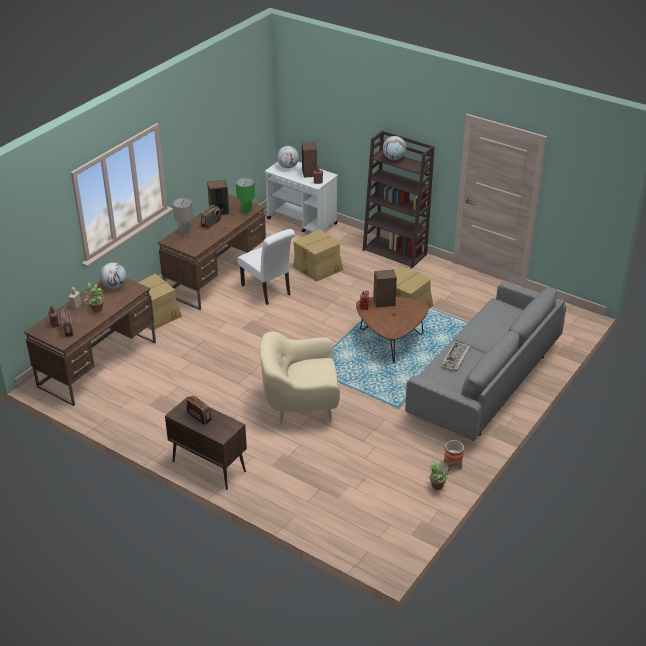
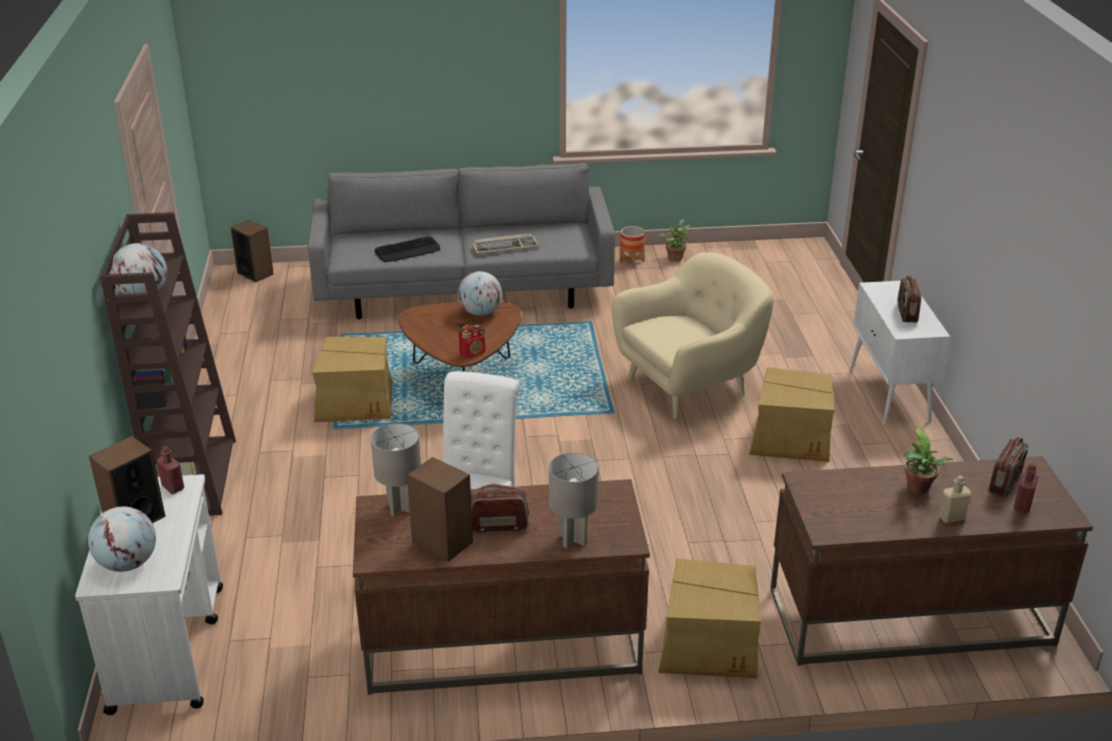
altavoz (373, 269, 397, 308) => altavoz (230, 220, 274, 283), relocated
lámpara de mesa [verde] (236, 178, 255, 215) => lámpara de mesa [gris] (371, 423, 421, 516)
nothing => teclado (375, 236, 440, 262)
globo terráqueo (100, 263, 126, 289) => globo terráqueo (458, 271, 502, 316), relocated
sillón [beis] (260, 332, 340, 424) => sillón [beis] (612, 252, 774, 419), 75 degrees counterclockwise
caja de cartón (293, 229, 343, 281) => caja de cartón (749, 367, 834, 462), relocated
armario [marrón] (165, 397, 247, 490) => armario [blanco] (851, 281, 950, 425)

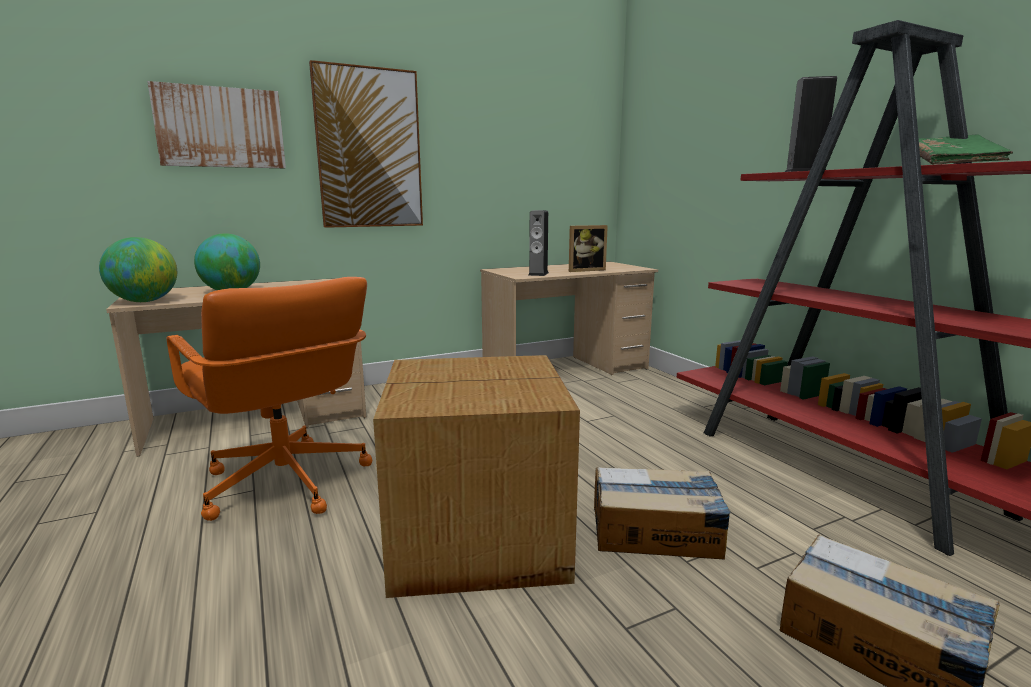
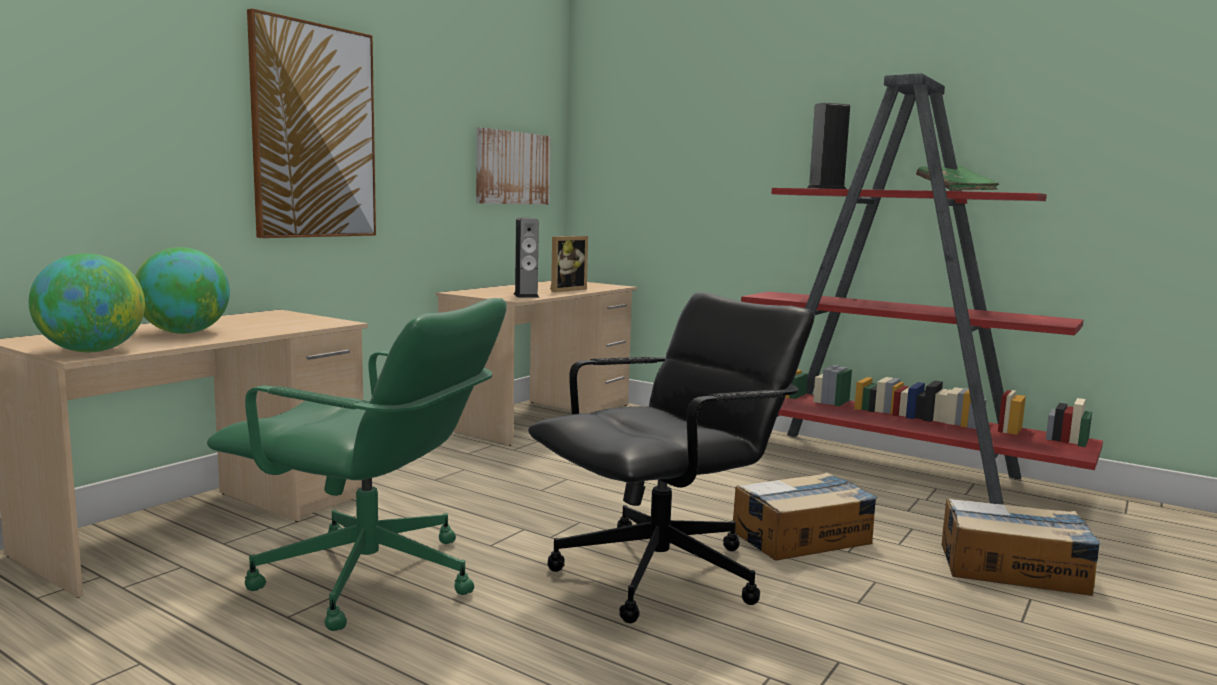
silla de oficina [naranja] (167, 277, 372, 521) => silla de oficina [verde] (207, 298, 507, 631)
cuadro (147, 81, 286, 168) => cuadro (476, 127, 551, 205), relocated
caja de cartón (373, 355, 580, 598) => silla de oficina [negro] (528, 292, 815, 623)

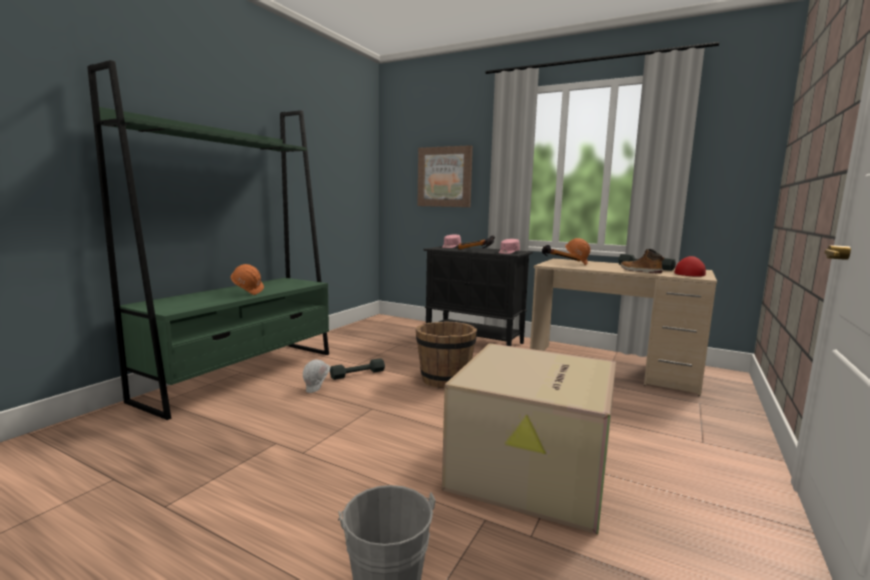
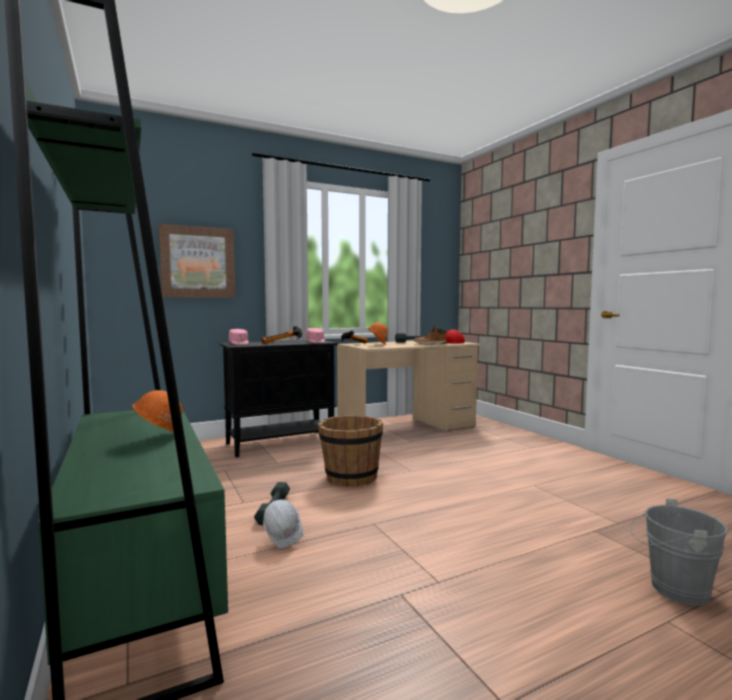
caja de cartón (442, 343, 616, 534) => nothing

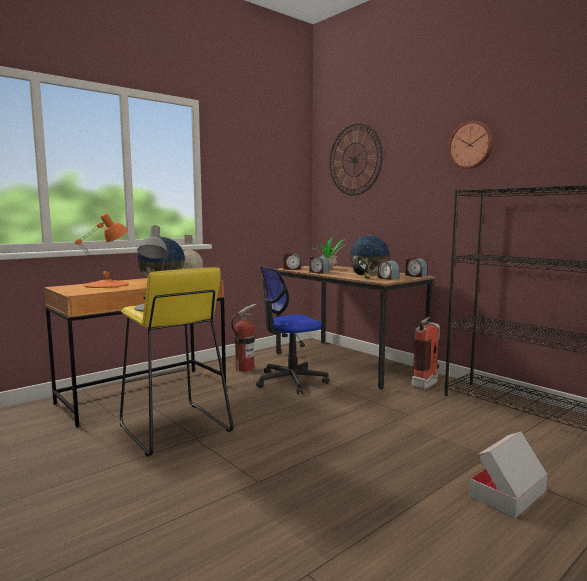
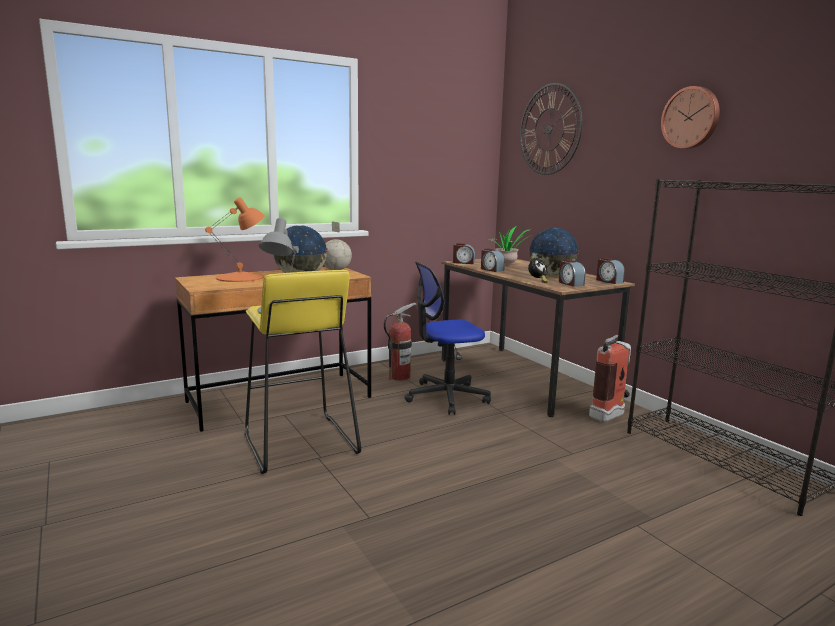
caja de cartón (469, 431, 548, 518) => nothing

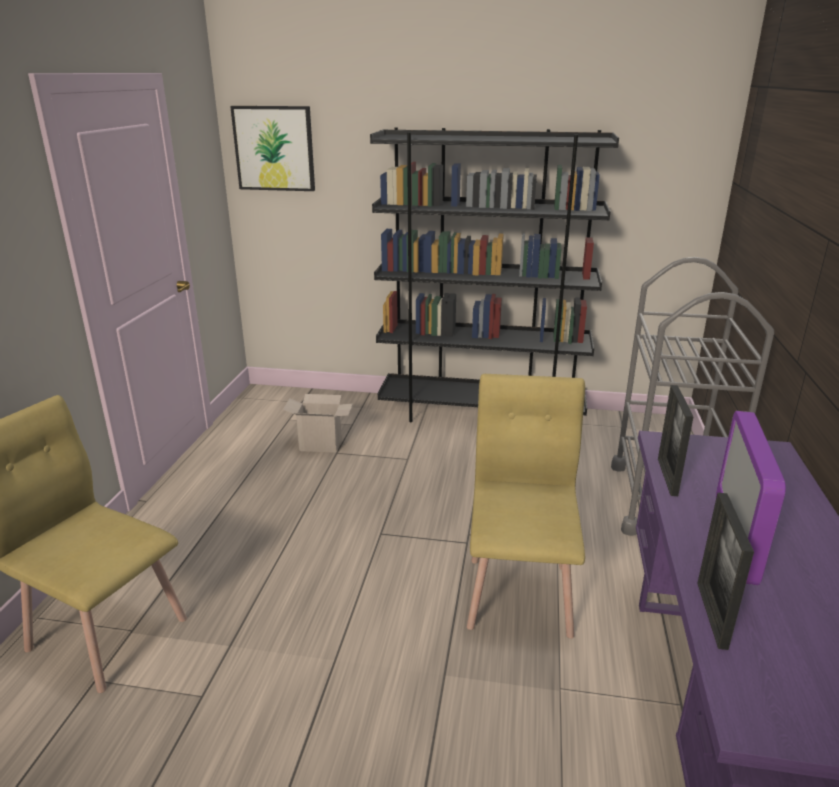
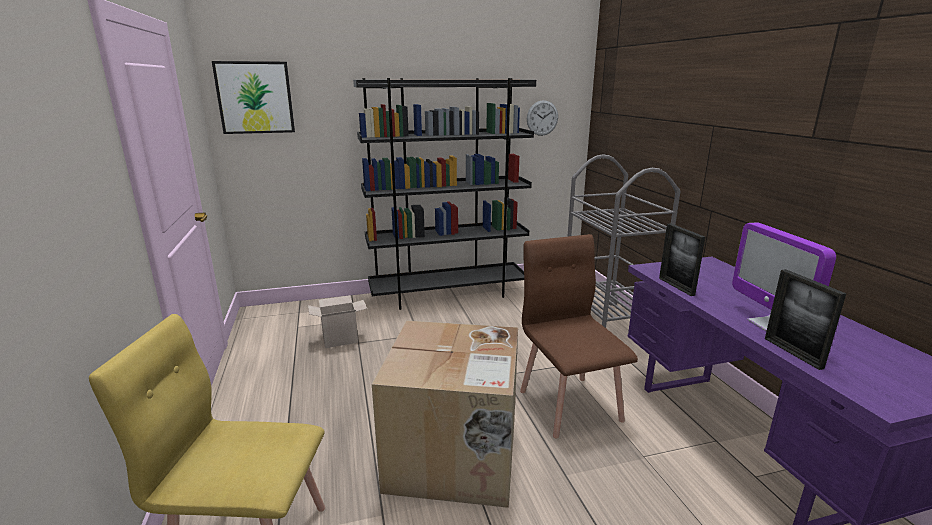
nothing => caja de cartón (372, 320, 518, 508)
silla [amarillo] (467, 374, 585, 638) => silla [marrón] (520, 234, 638, 438)
nothing => reloj de pared (527, 100, 558, 136)

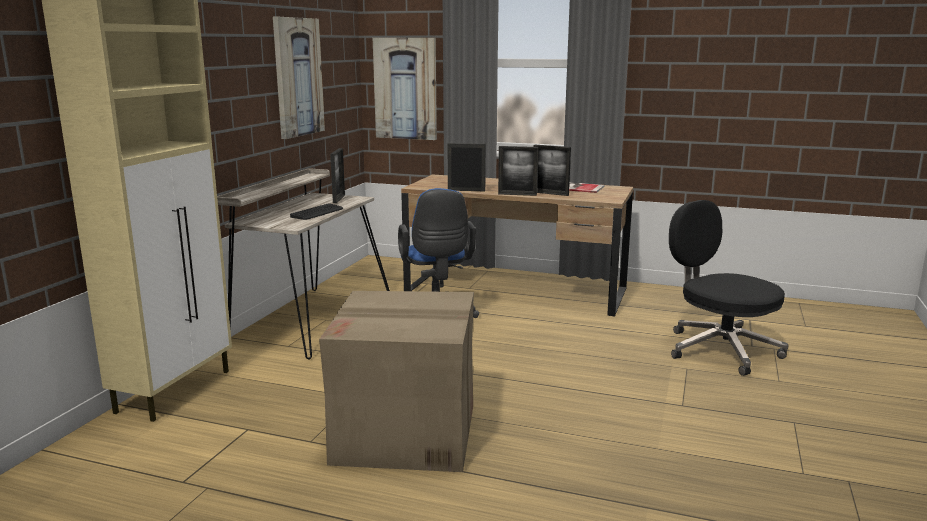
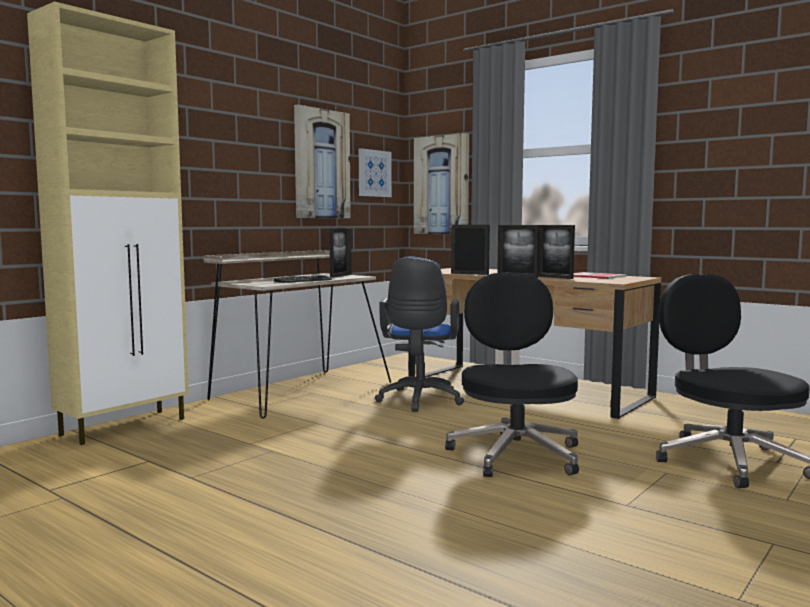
nothing => cuadro (359, 148, 392, 197)
nothing => silla de oficina [negro] (445, 273, 579, 477)
caja de cartón (319, 291, 474, 472) => nothing

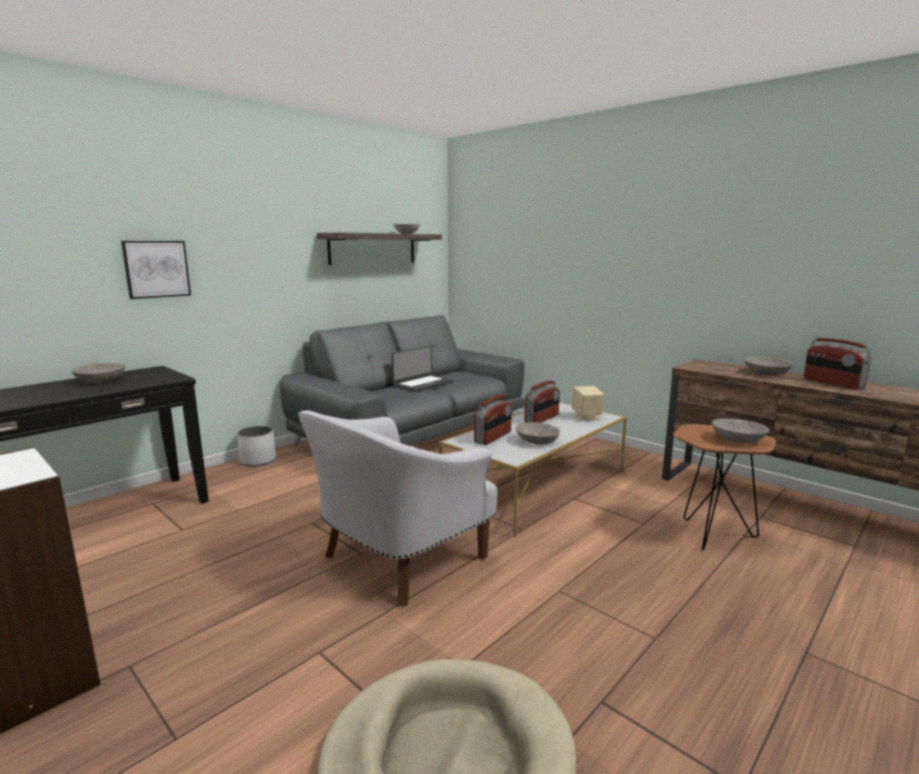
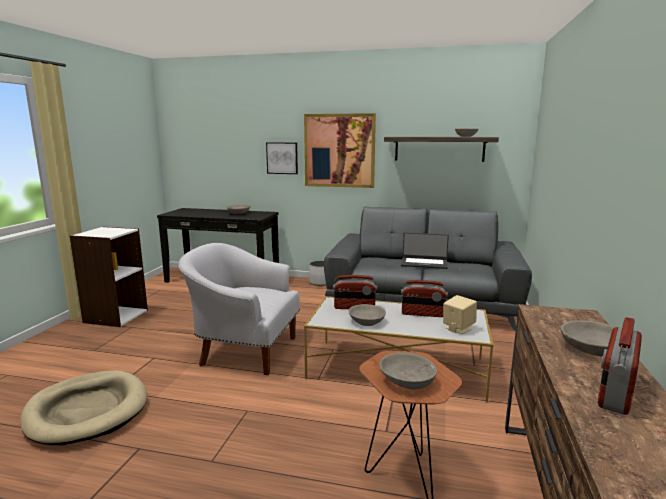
nothing => cuadro (304, 113, 376, 188)

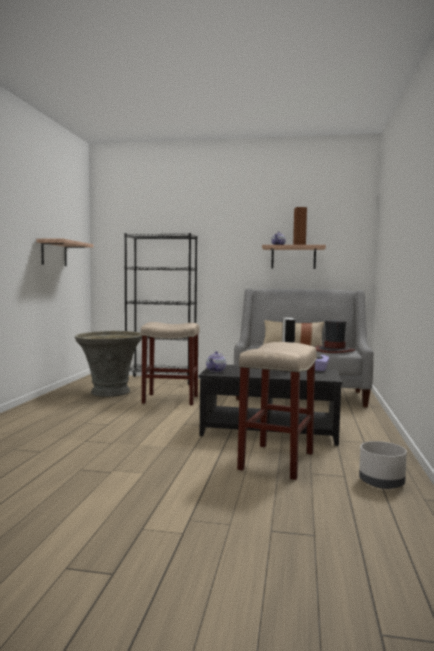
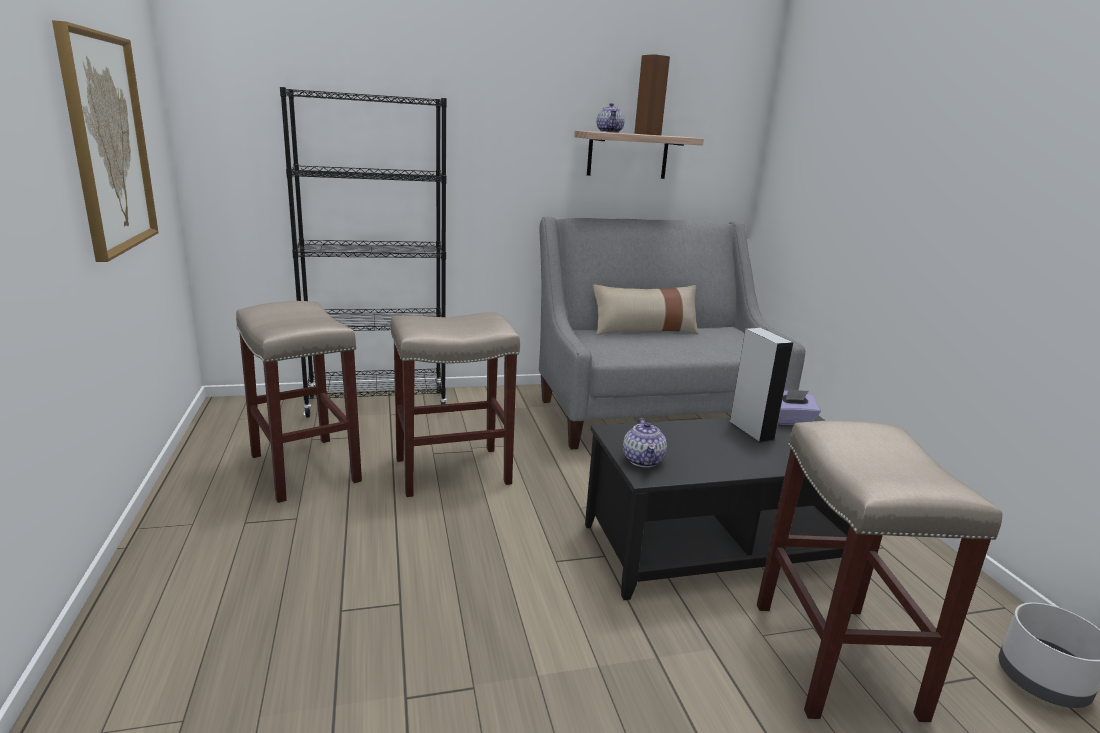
estante (36, 239, 93, 266) => cuadro (52, 20, 159, 262)
maceta [gris] (75, 331, 142, 397) => taburete [beis] (236, 301, 362, 503)
sombrero (316, 320, 355, 353) => nothing

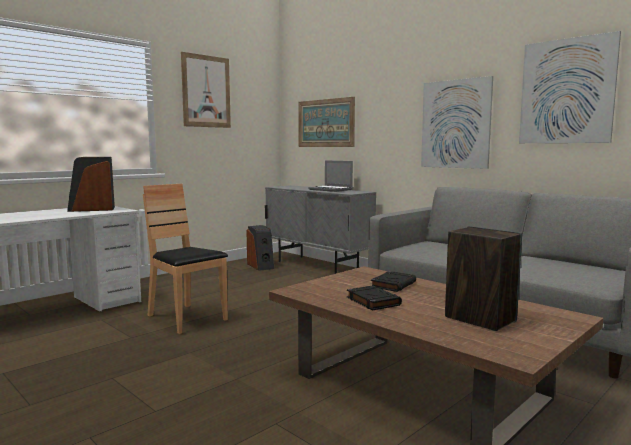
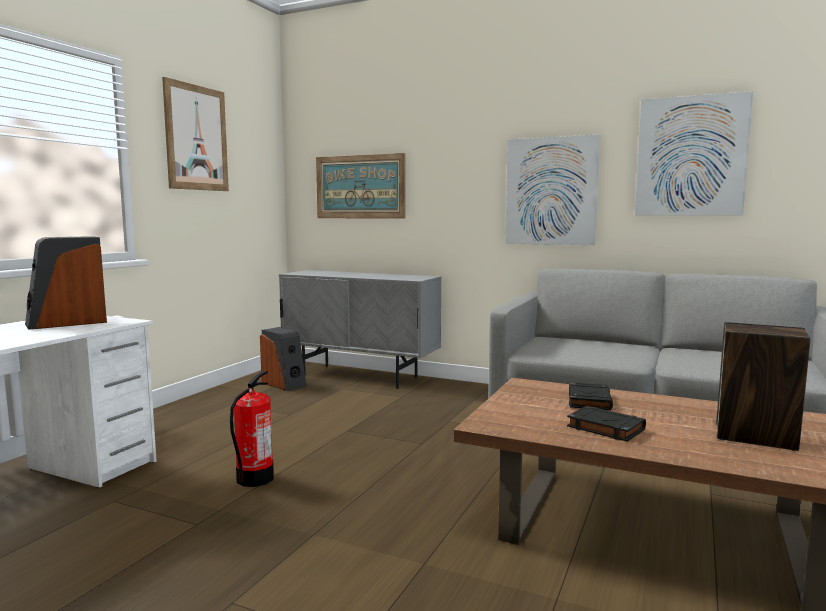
silla [marrón] (143, 184, 228, 334) => extintor (230, 371, 274, 487)
portátil (308, 160, 353, 192) => nothing

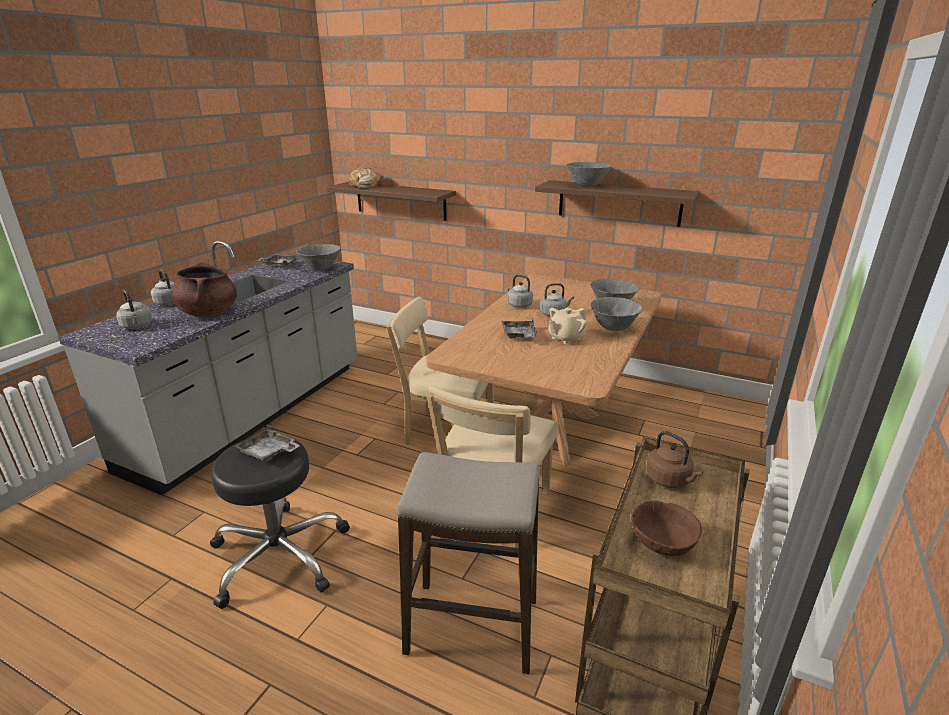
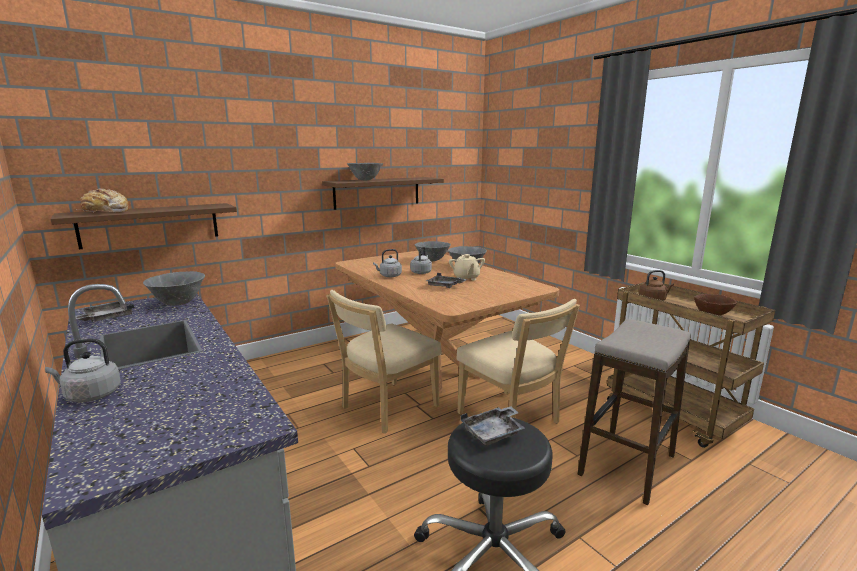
hervidor [gris] (116, 290, 152, 329) => nothing
olla [marrón] (171, 263, 237, 316) => nothing

